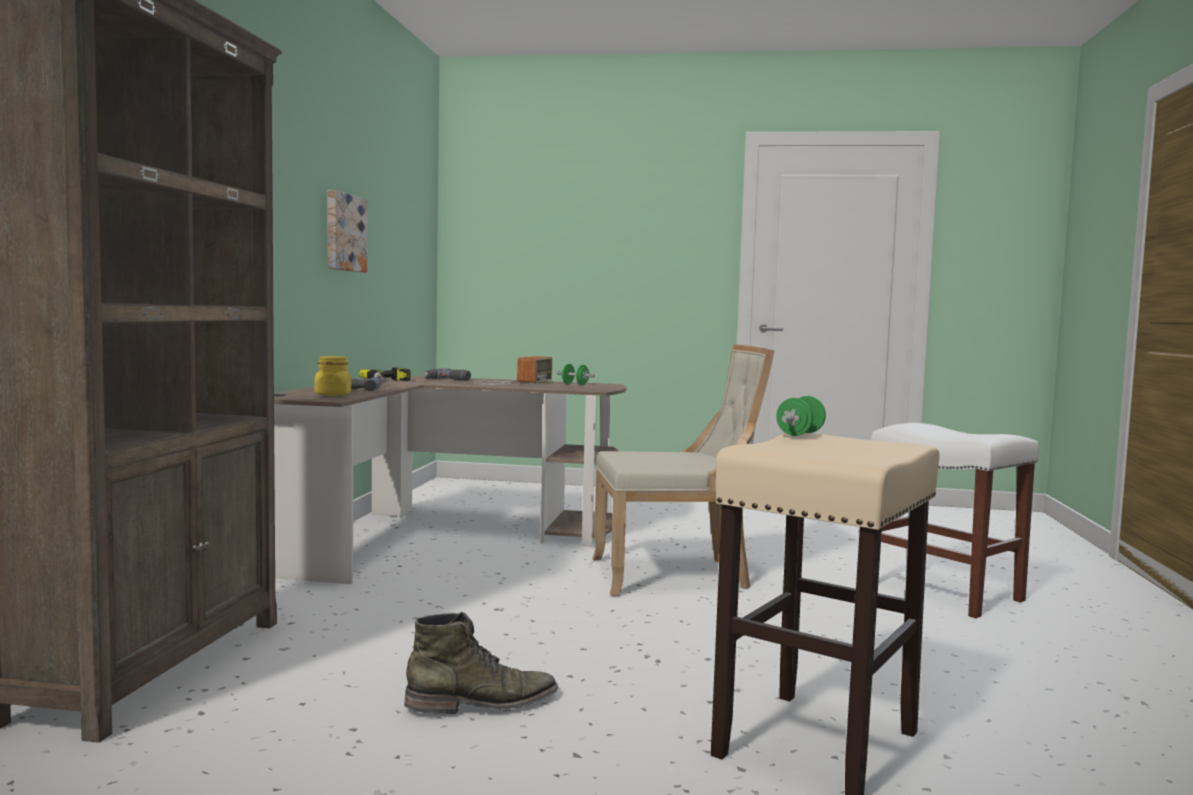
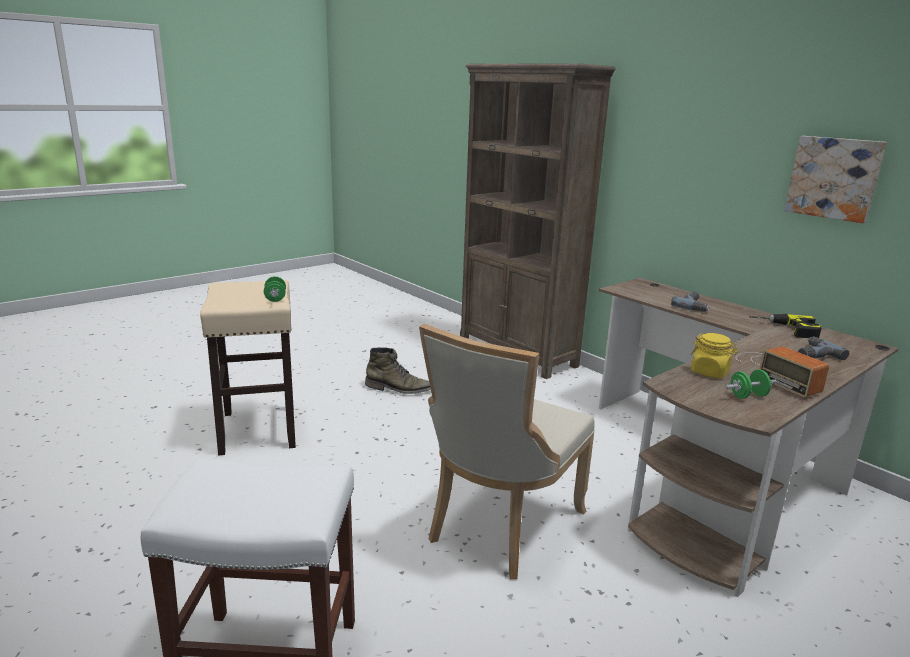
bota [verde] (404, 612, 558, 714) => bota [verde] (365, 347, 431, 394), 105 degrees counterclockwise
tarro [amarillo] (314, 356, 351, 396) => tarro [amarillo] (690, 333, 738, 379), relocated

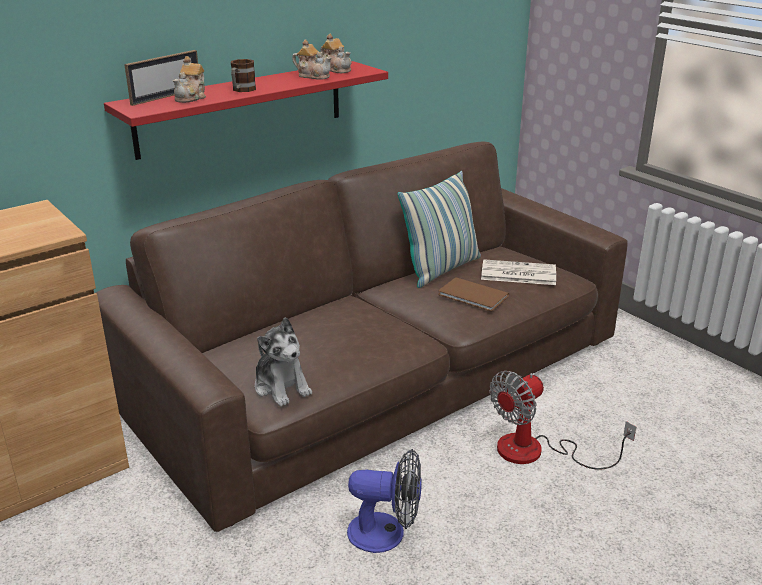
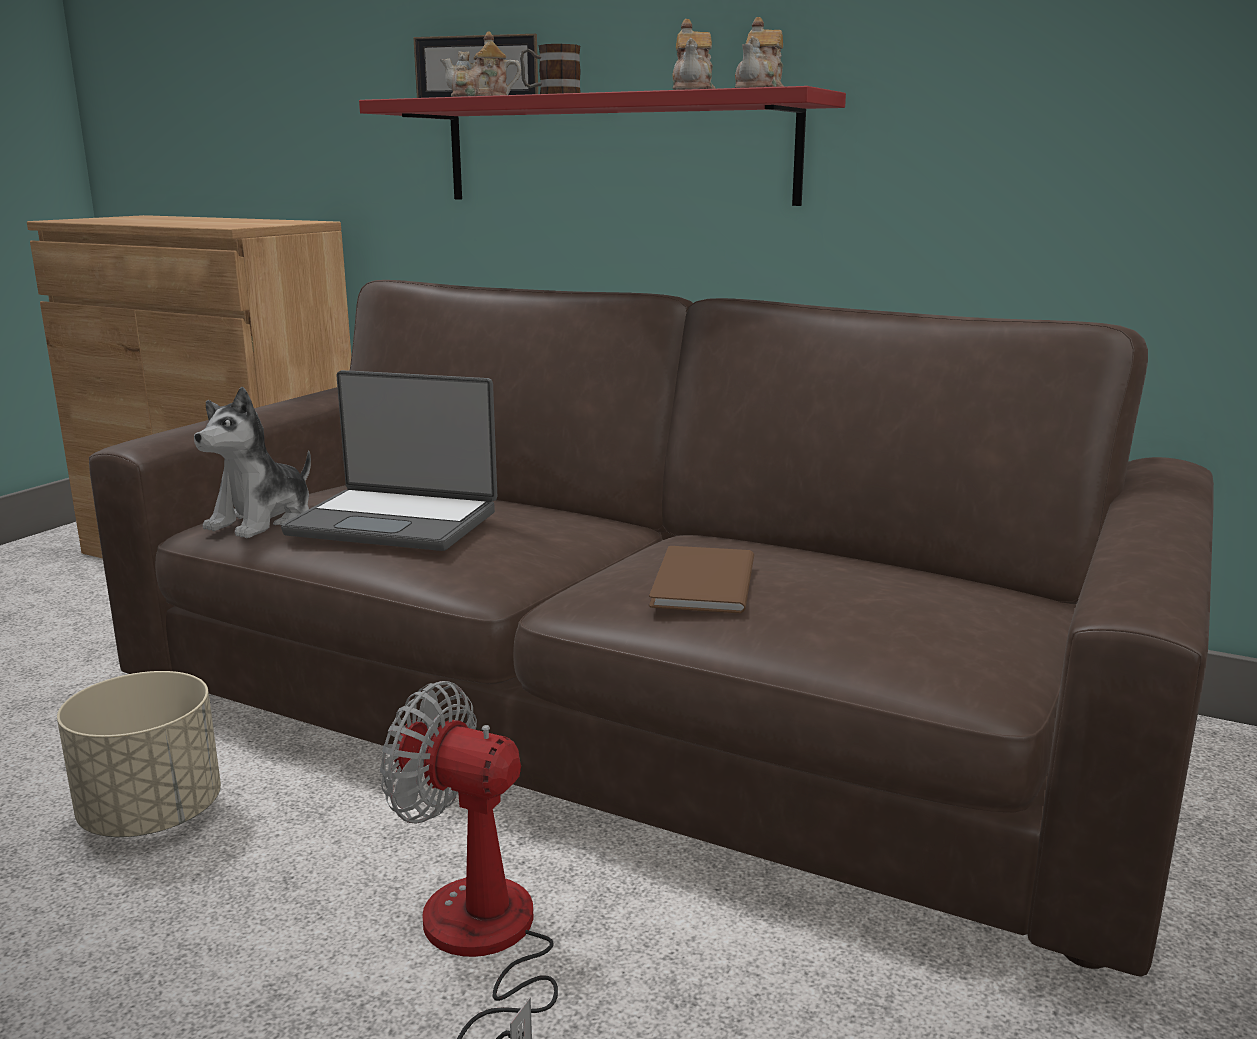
ventilador (347, 449, 422, 553) => maceta [beis] (57, 671, 221, 837)
nothing => portátil (281, 370, 497, 551)
cojín (398, 171, 481, 288) => nothing
periódico (481, 259, 556, 285) => nothing

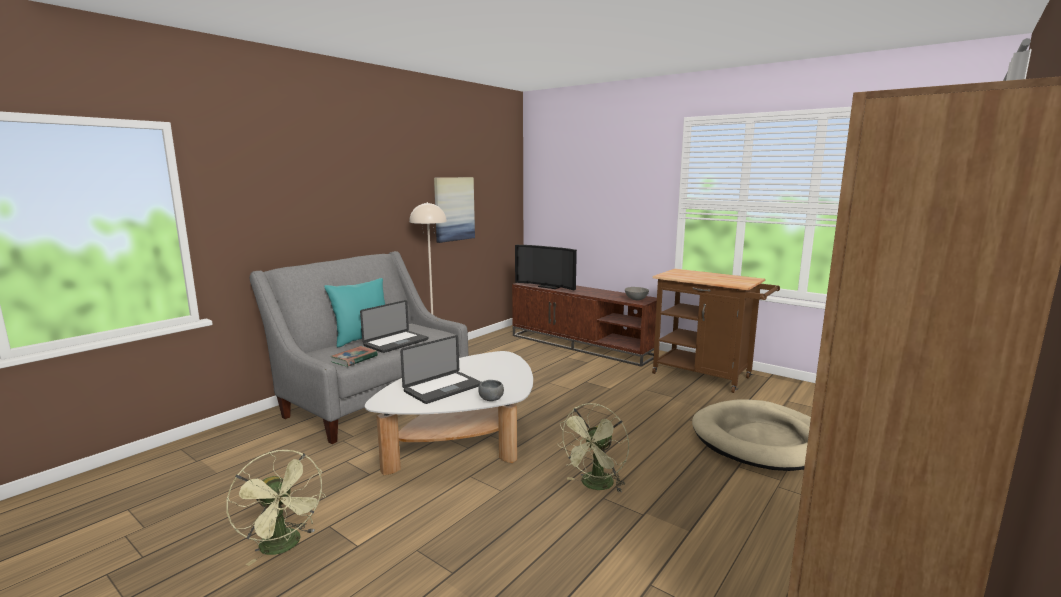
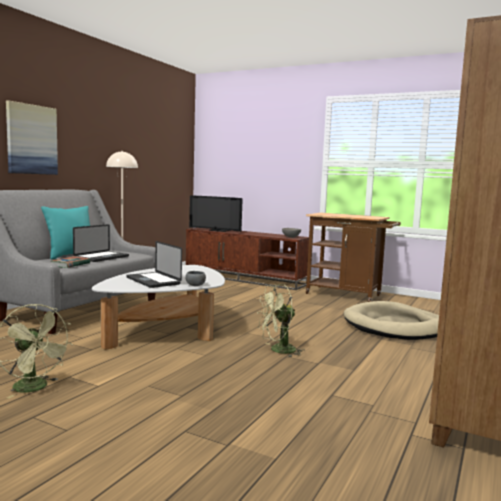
cuadro (434, 177, 475, 243) => cuadro (6, 100, 58, 175), relocated
portátil (400, 335, 481, 404) => portátil (126, 241, 182, 288), 105 degrees clockwise
ventilador [verde] (557, 403, 629, 493) => ventilador [verde] (257, 284, 305, 358), 45 degrees clockwise

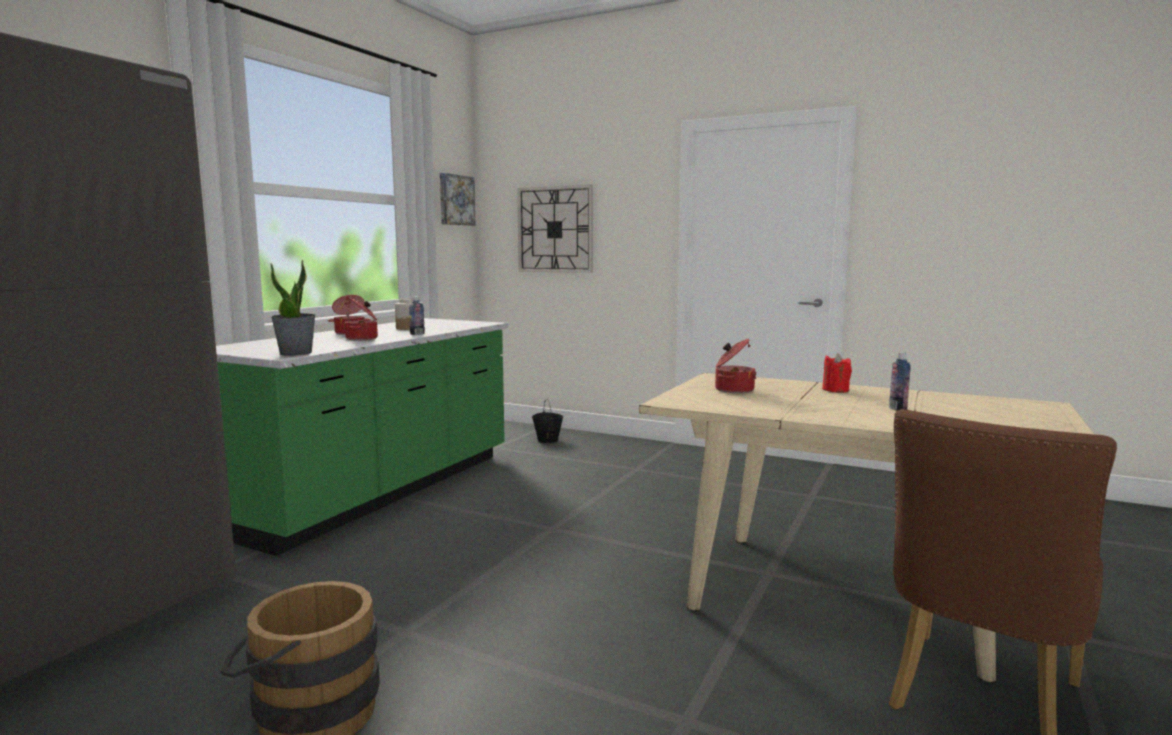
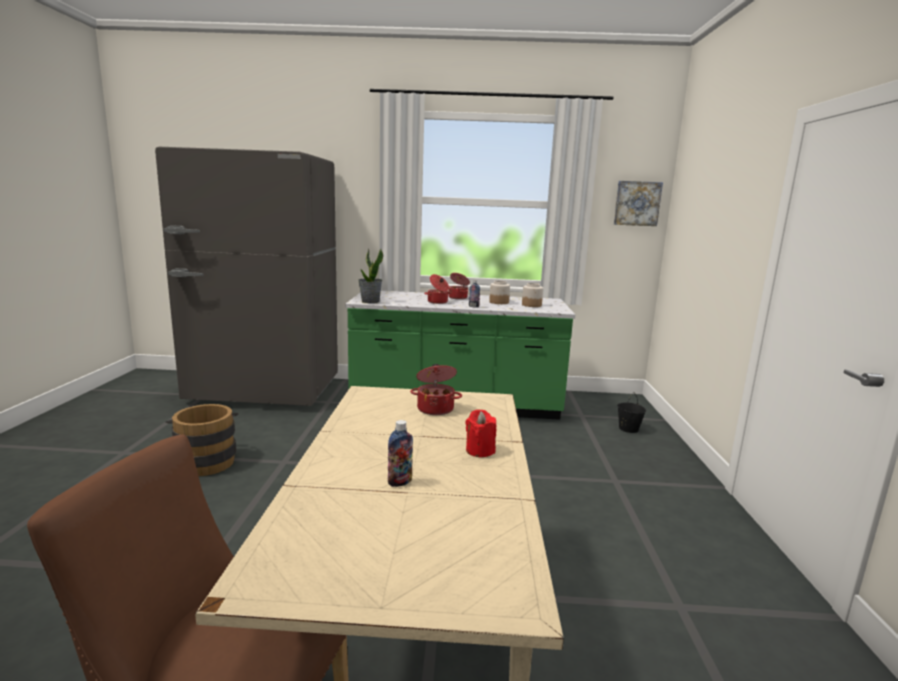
nothing => tarro (522, 283, 543, 307)
reloj de pared (517, 185, 593, 273) => nothing

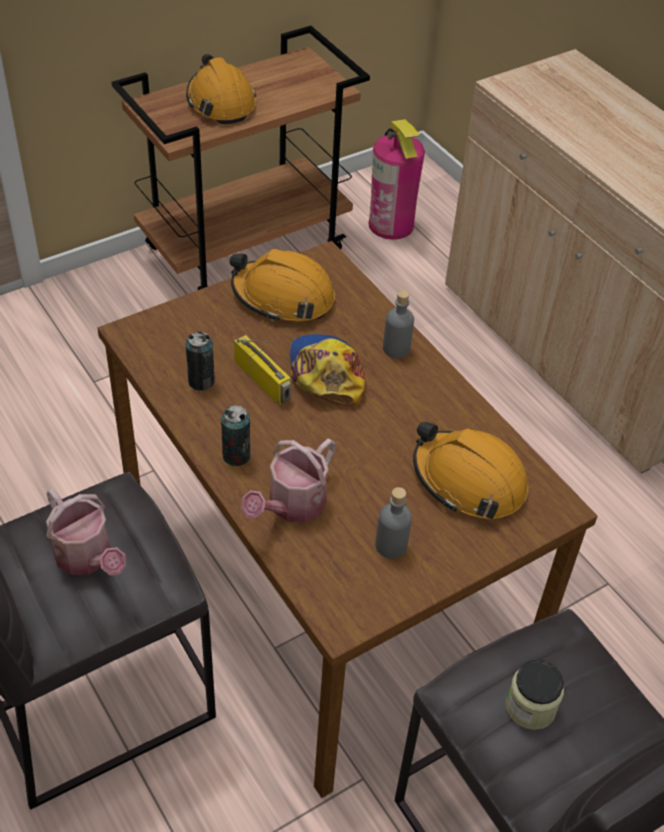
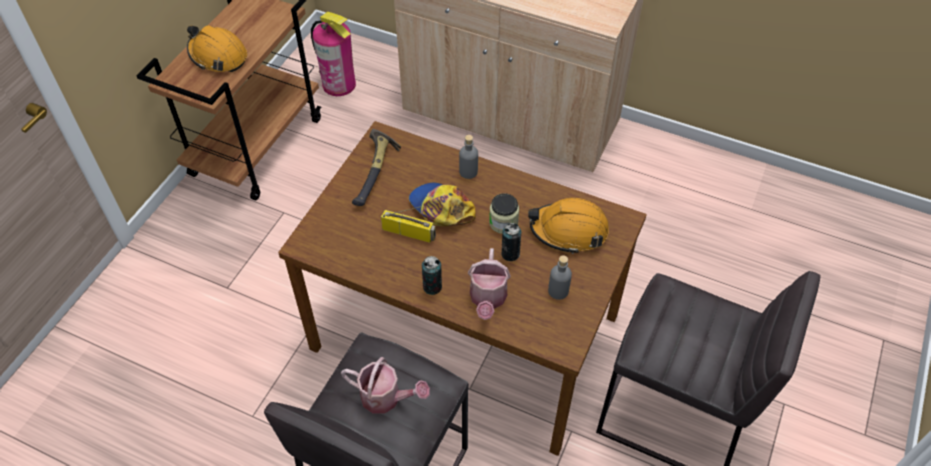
casco [naranja] (230, 249, 335, 322) => martillo (352, 129, 401, 206)
tarro (506, 659, 564, 730) => tarro (489, 193, 519, 234), relocated
lata (186, 331, 215, 391) => lata (501, 223, 521, 261), relocated

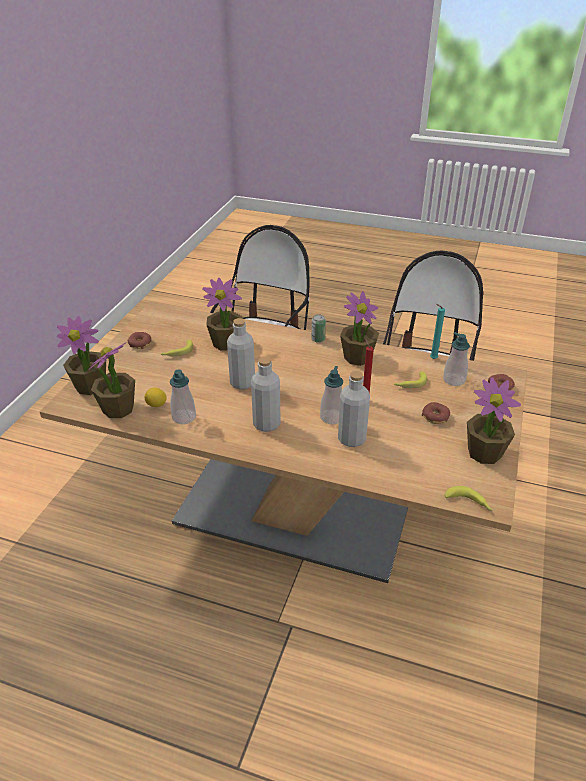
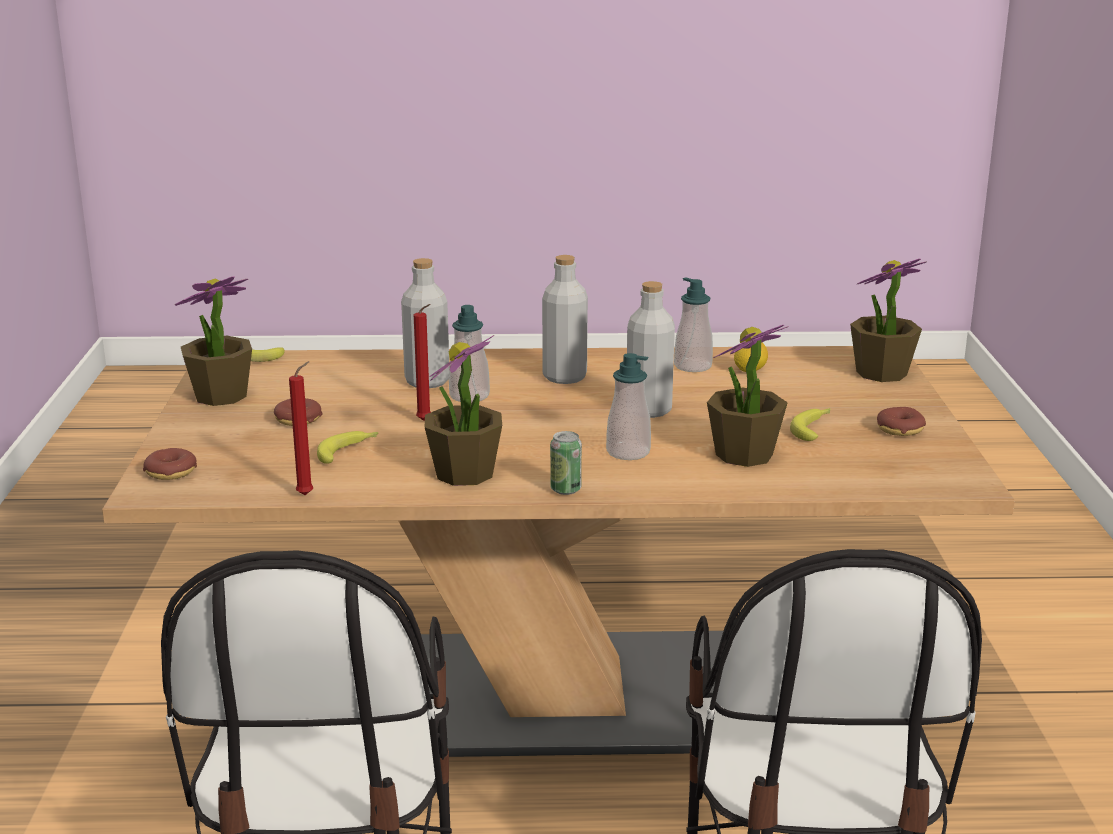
vela [turquesa] (430, 304, 445, 359) => vela [rojo] (289, 361, 313, 495)
dispensador de jabón (443, 332, 470, 386) => dispensador de jabón (606, 353, 651, 460), relocated
planta en maceta (89, 342, 135, 418) => nothing

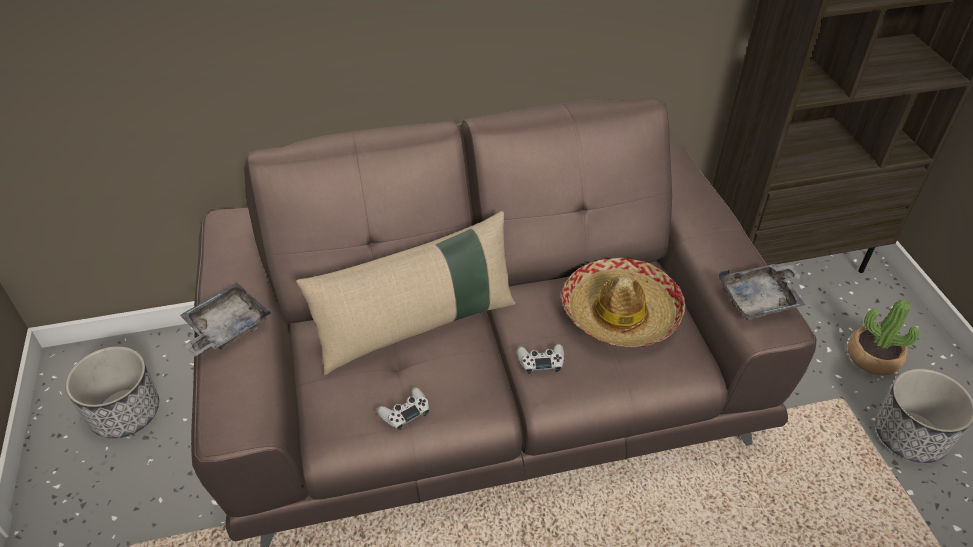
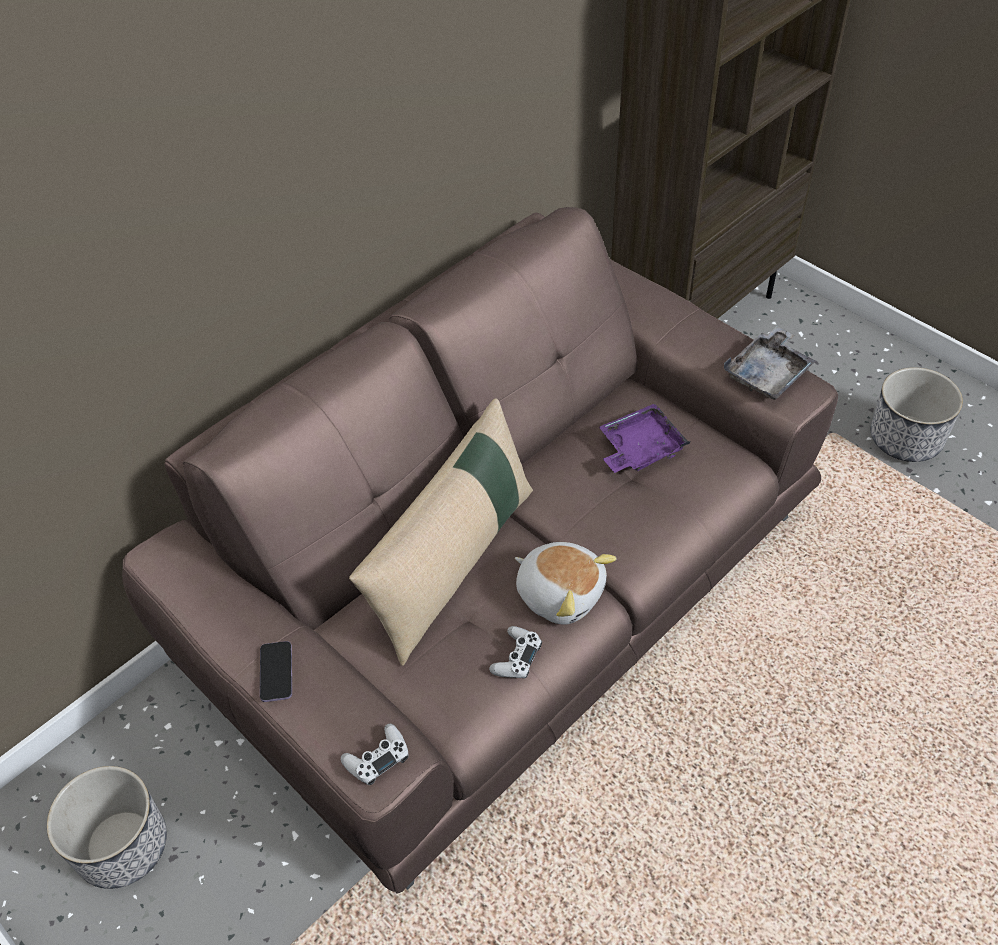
bandeja [gris] (180, 282, 271, 356) => móvil (260, 641, 292, 702)
mando de consola [blanco] (517, 344, 564, 374) => mando de consola [blanco] (341, 724, 409, 785), relocated
nothing => peluche (515, 542, 617, 624)
sombrero (561, 258, 685, 347) => bandeja [morado] (599, 404, 690, 473)
planta en maceta (848, 300, 919, 375) => nothing

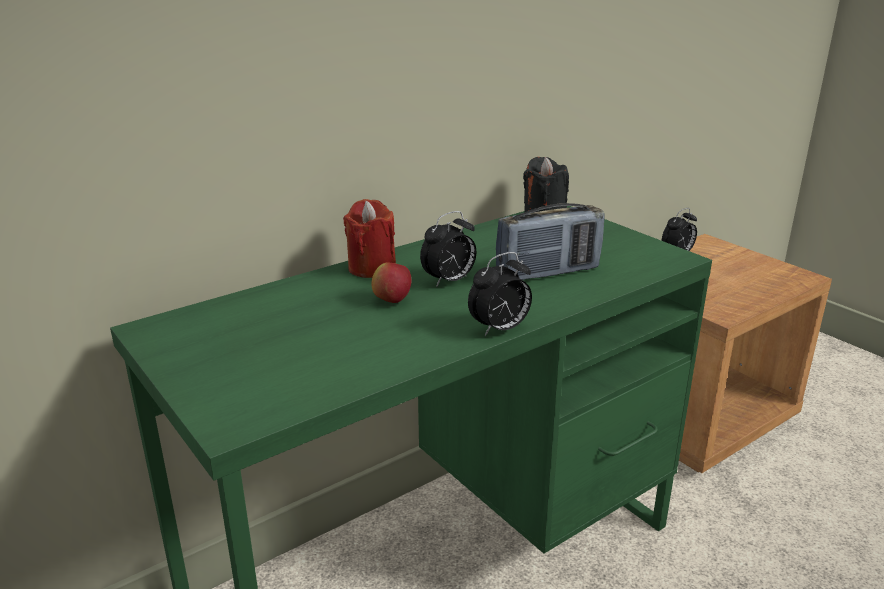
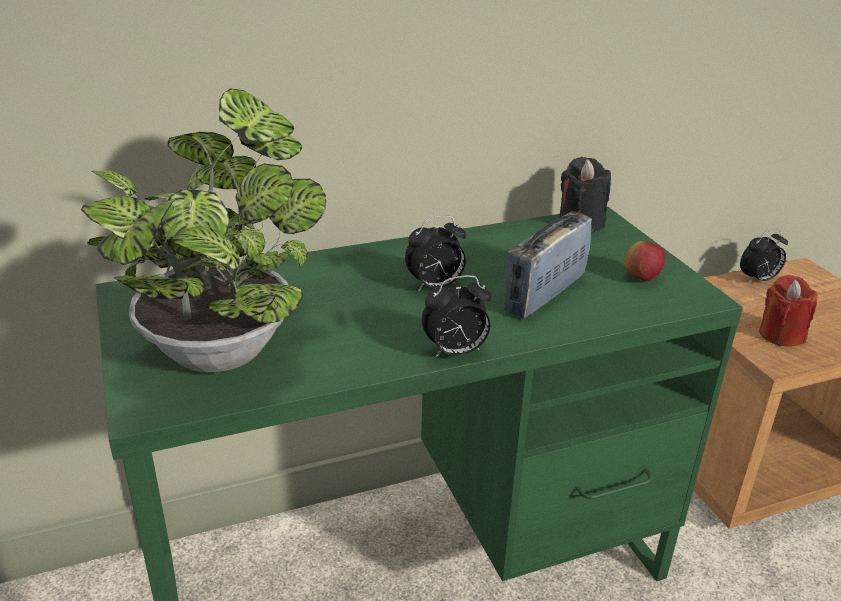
nothing => planta en maceta (81, 88, 326, 372)
radio (496, 203, 605, 280) => radio (504, 211, 592, 318), 135 degrees clockwise
manzana (372, 263, 411, 303) => manzana (624, 241, 665, 281), relocated
vela [rojo] (343, 199, 396, 278) => vela [rojo] (759, 275, 818, 347), relocated

